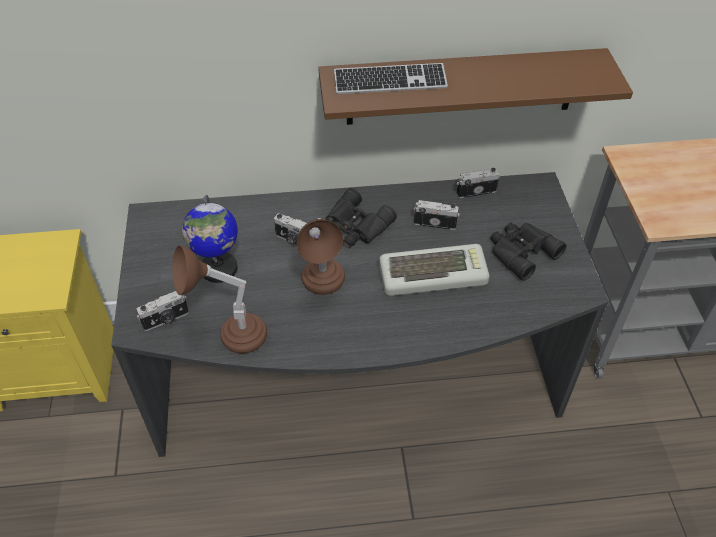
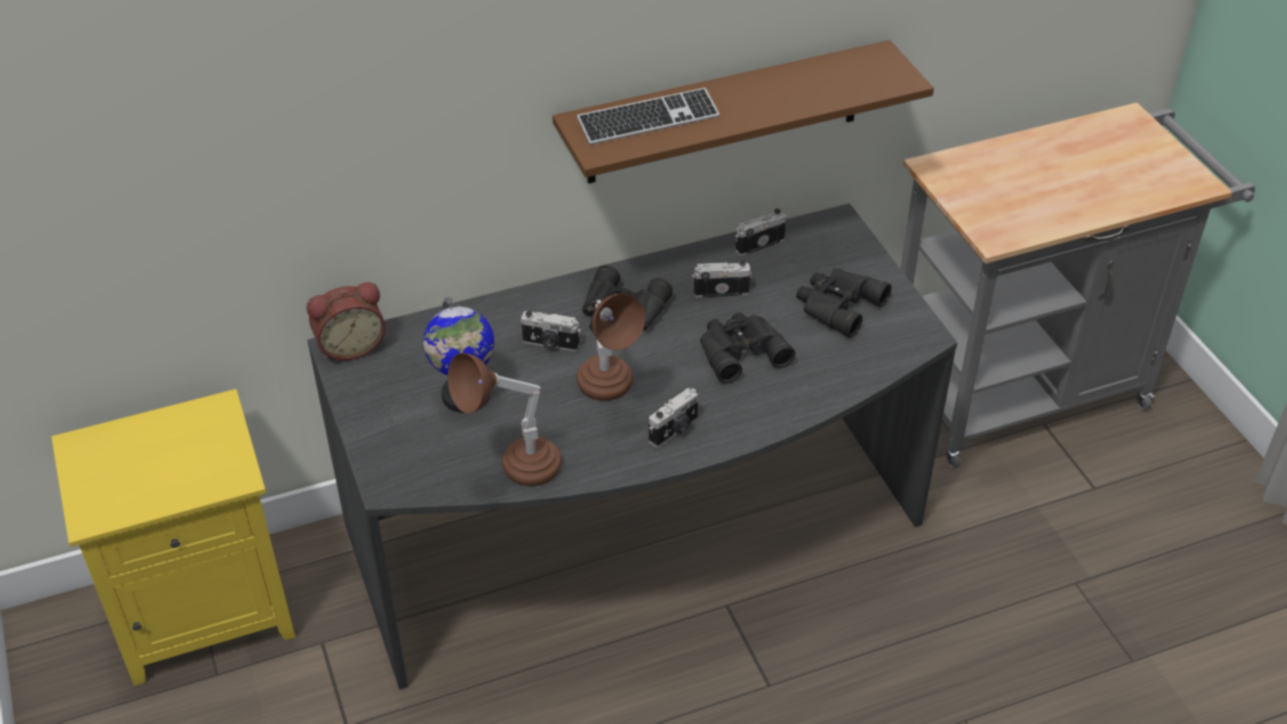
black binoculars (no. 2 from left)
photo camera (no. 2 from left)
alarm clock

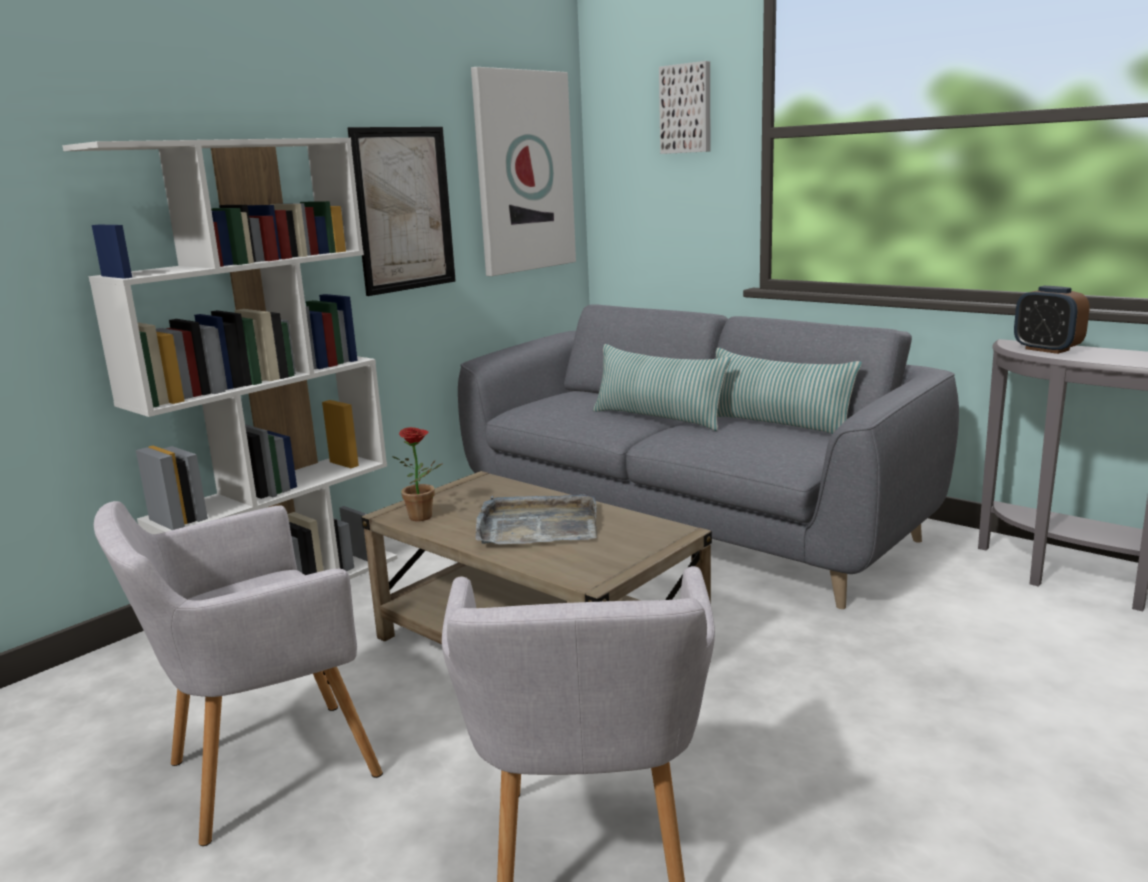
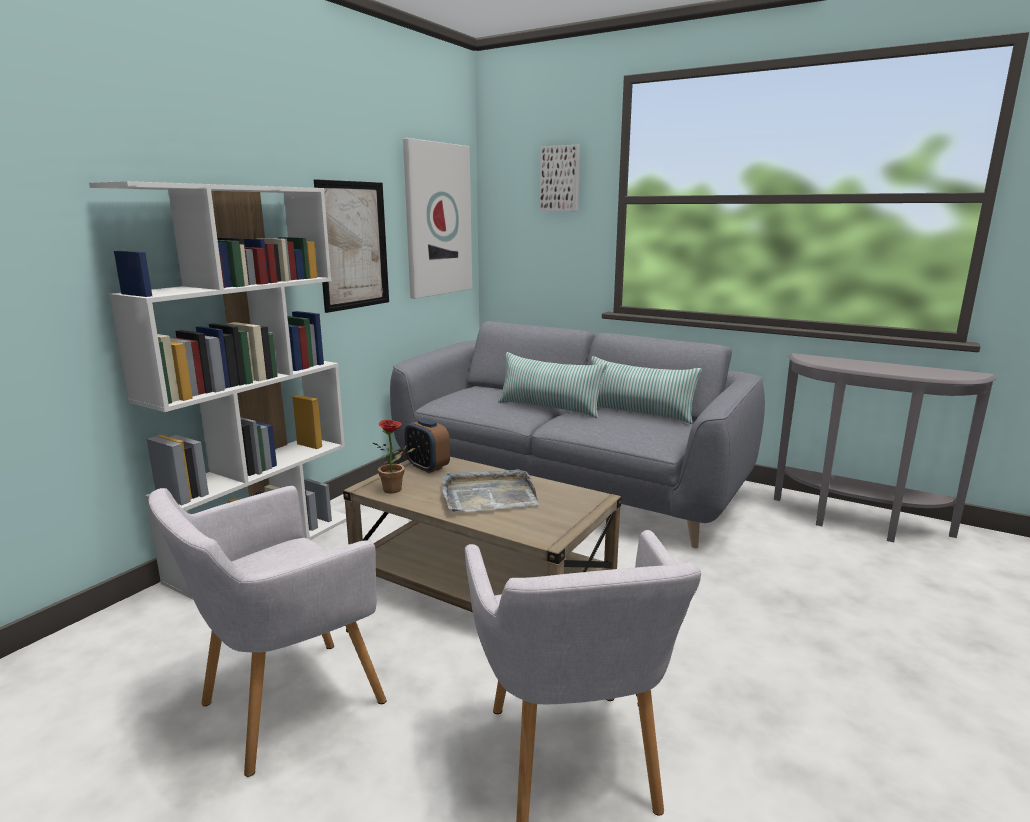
alarm clock

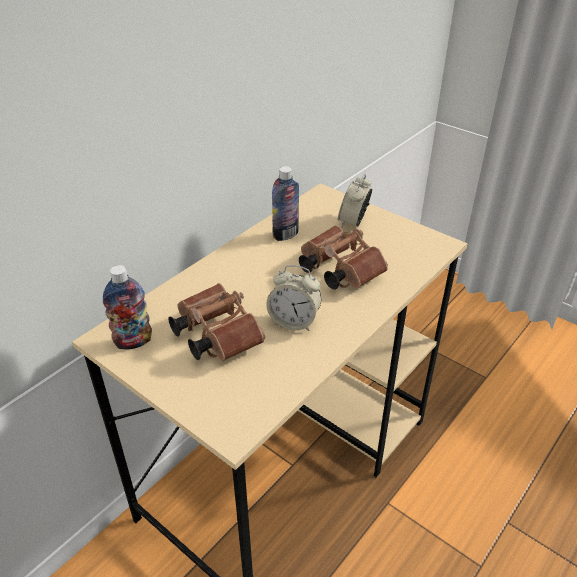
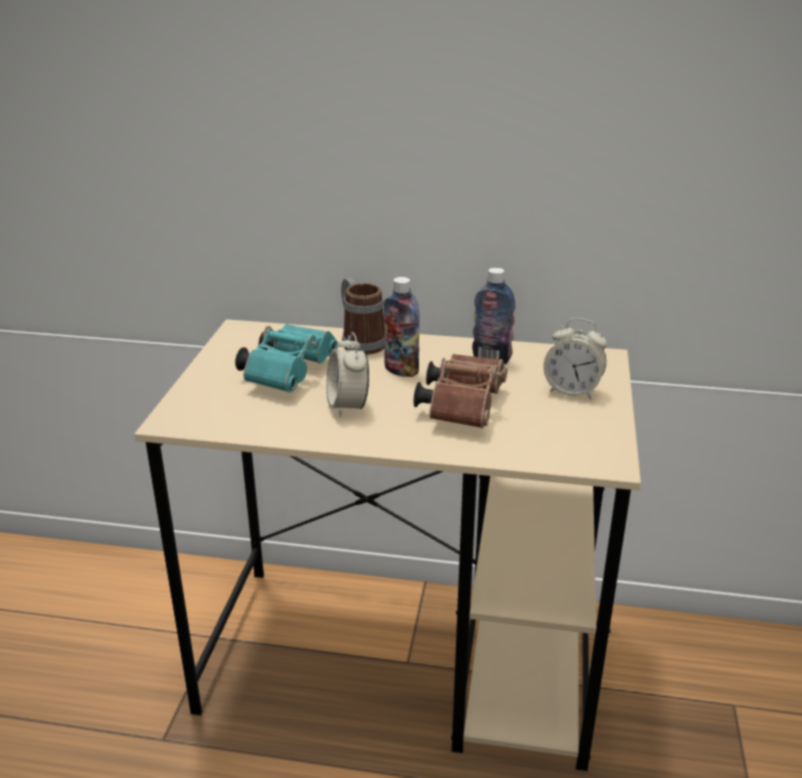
alarm clock (no. 2 from left)
bottle (no. 1 from left)
turquoise binoculars
mug

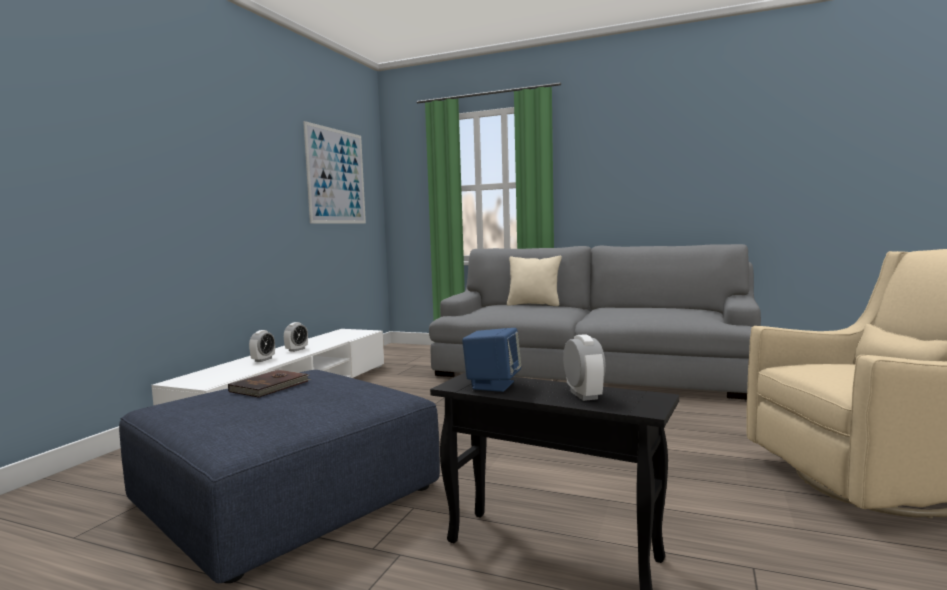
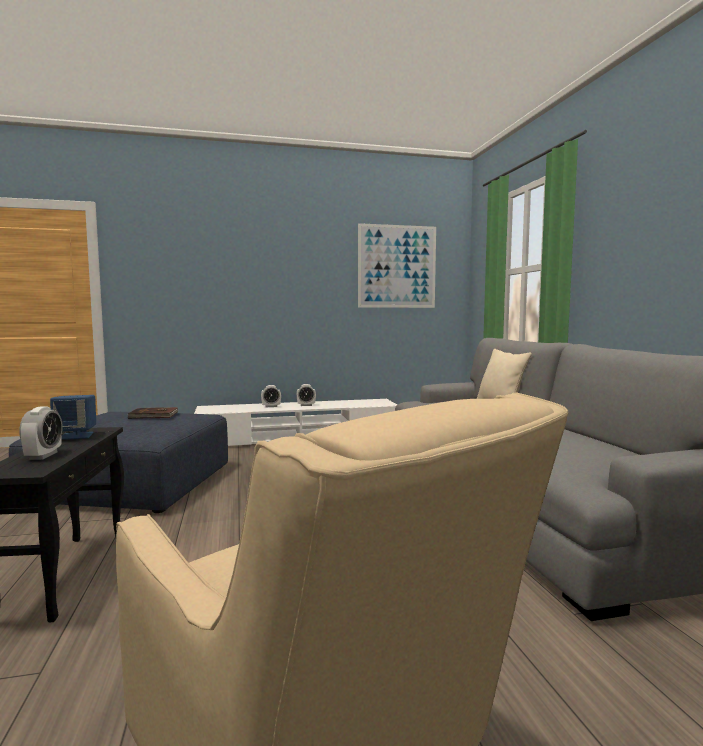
alarm clock (no. 1 from left)

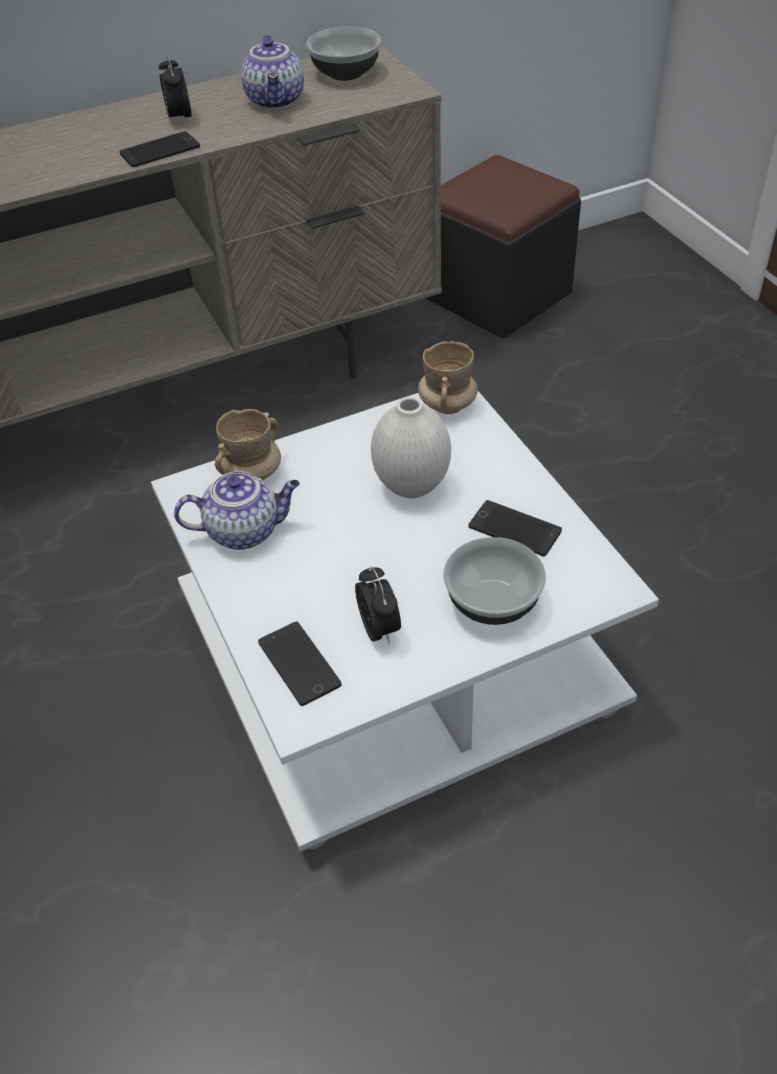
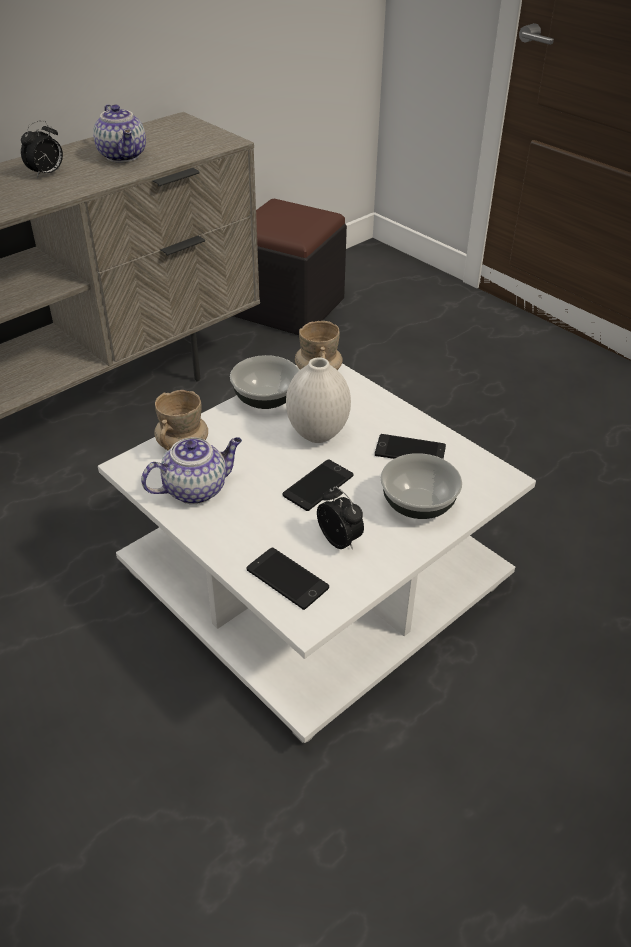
bowl (no. 1 from left)
alarm clock (no. 1 from left)
phone (no. 2 from left)

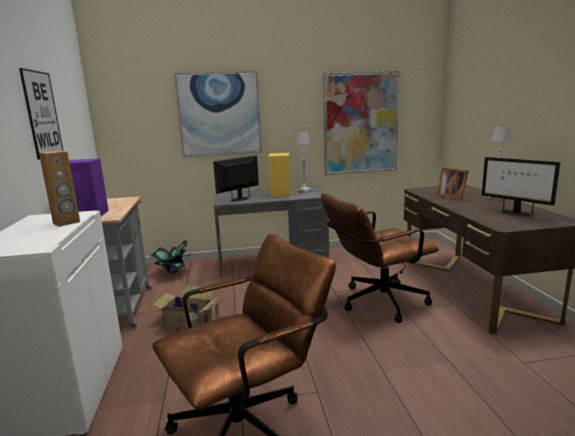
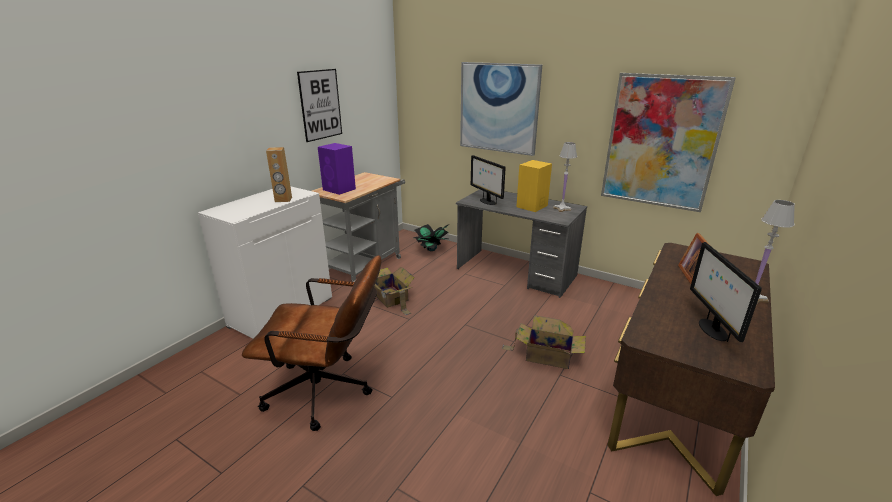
monitor (no. 1 from left)
cardboard box (no. 2 from left)

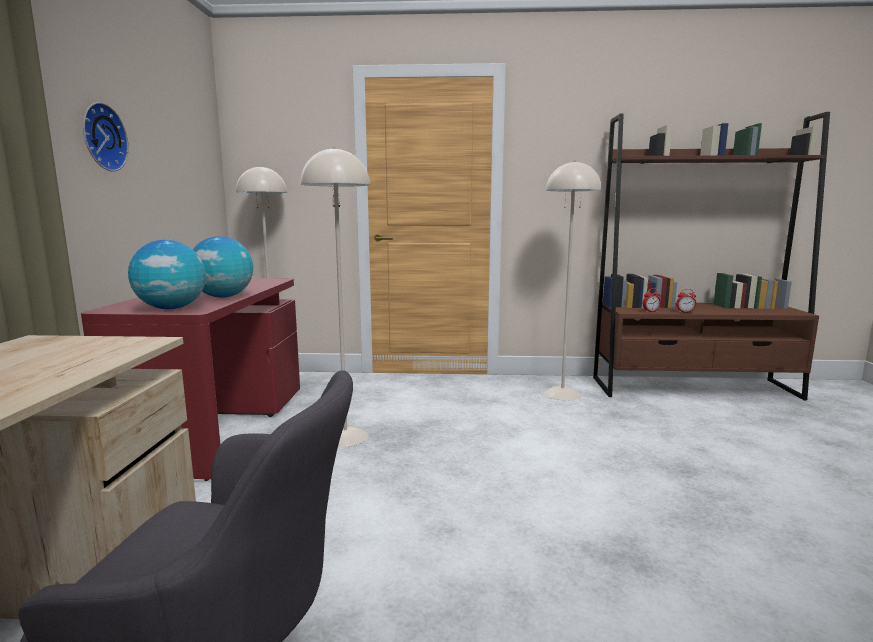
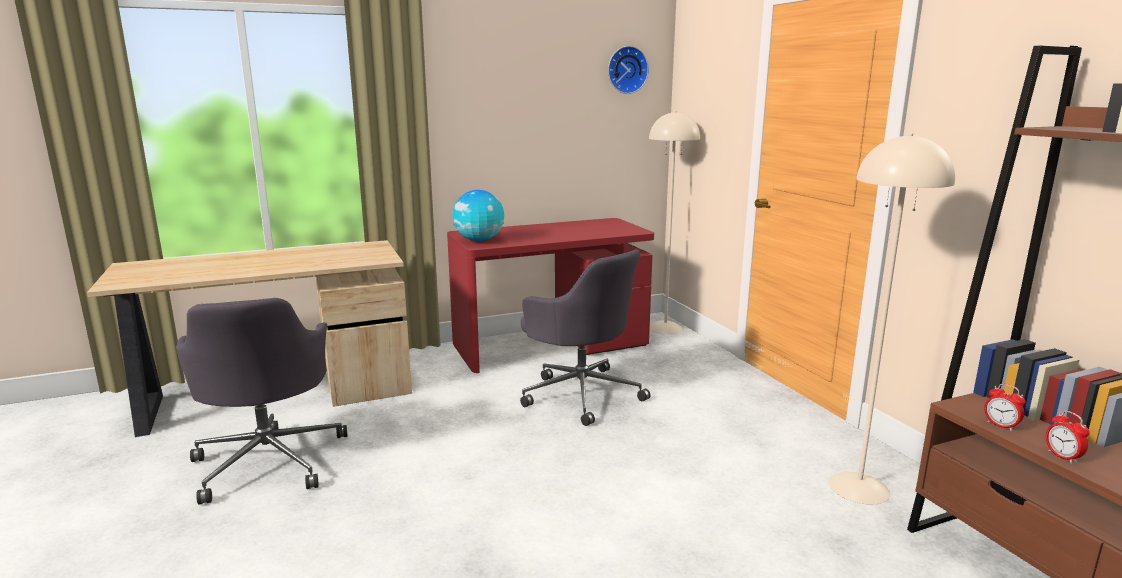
wall clock
grey office chair (no. 2 from left)
globe (no. 2 from left in the first image)

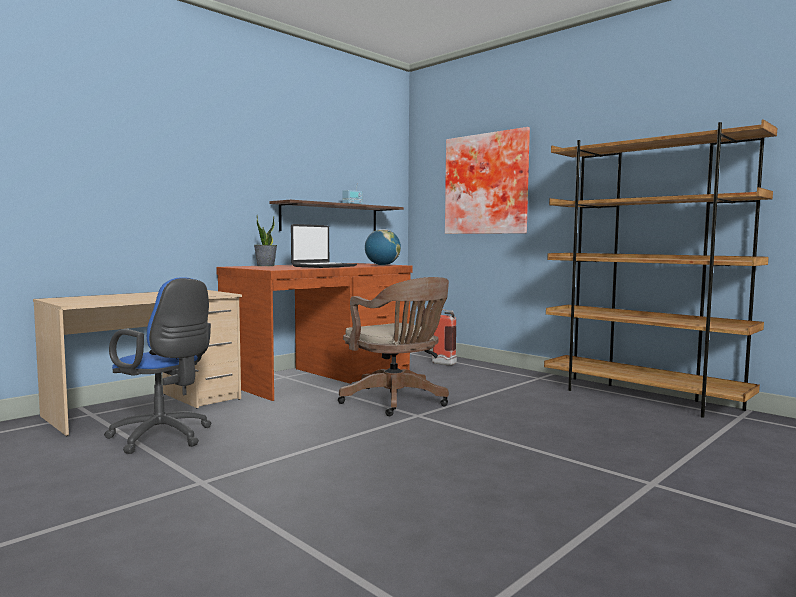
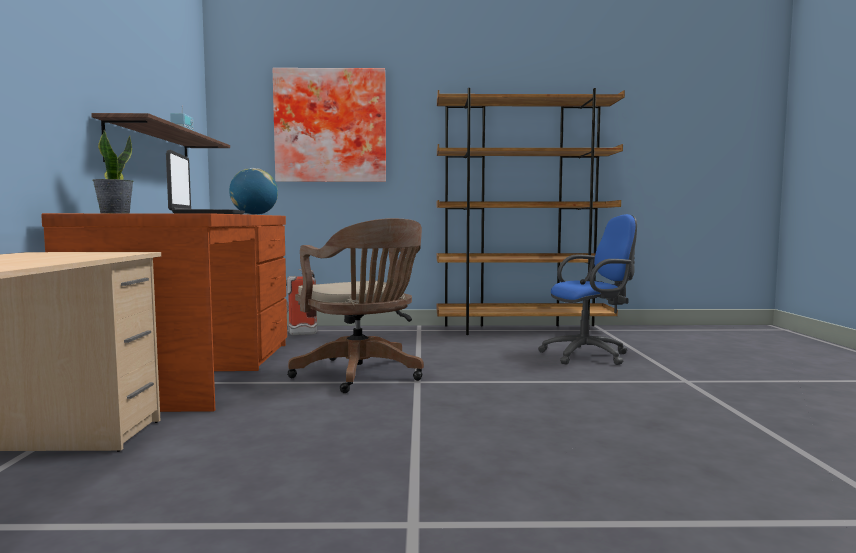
blue office chair
brown office chair

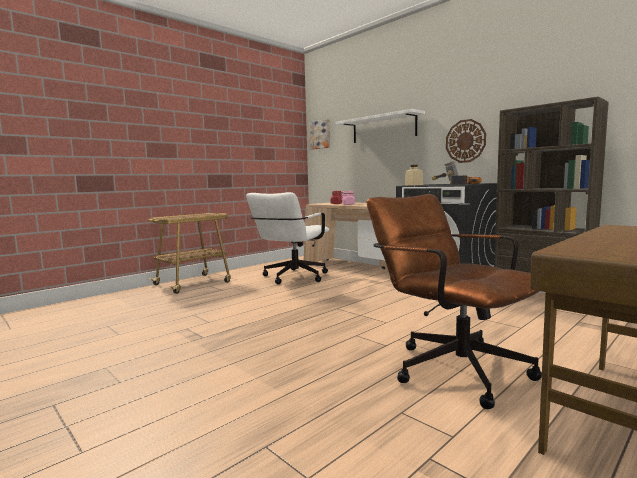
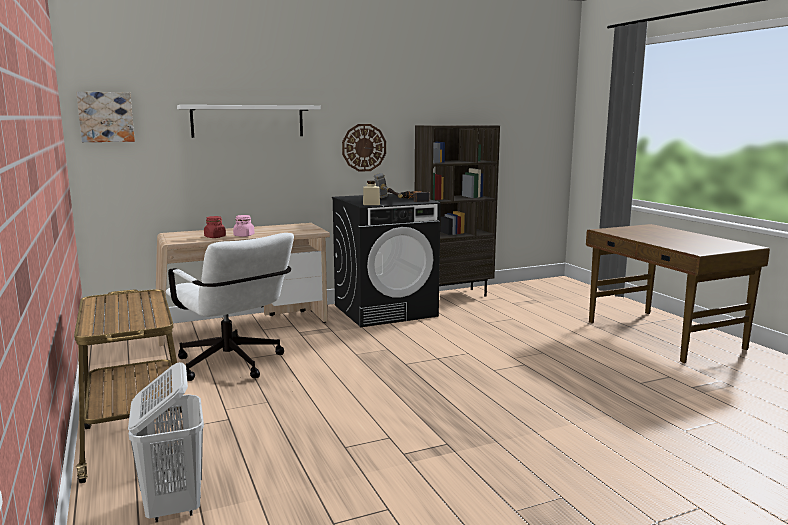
brown office chair
white laundry basket

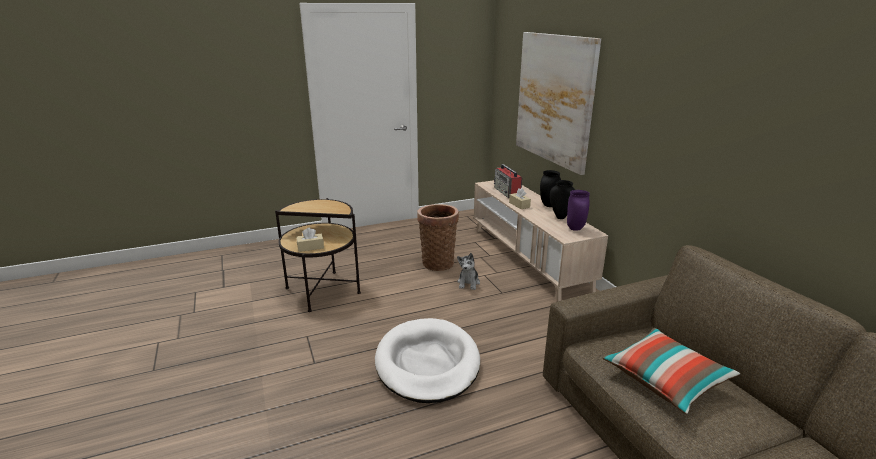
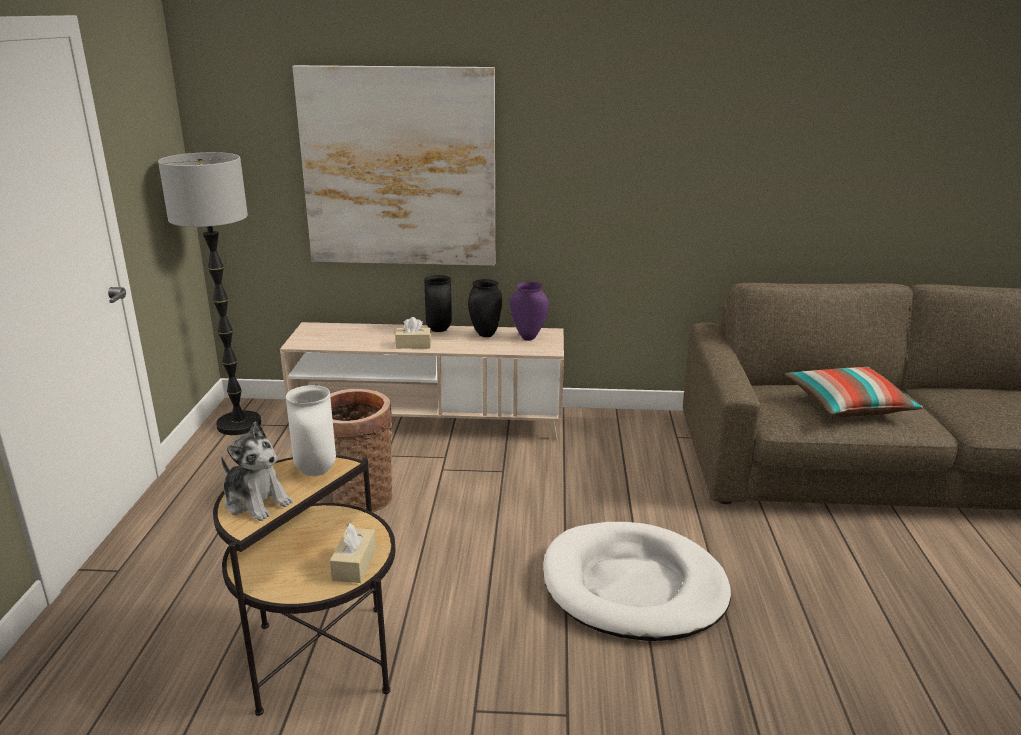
radio
plush toy
floor lamp
white vase

